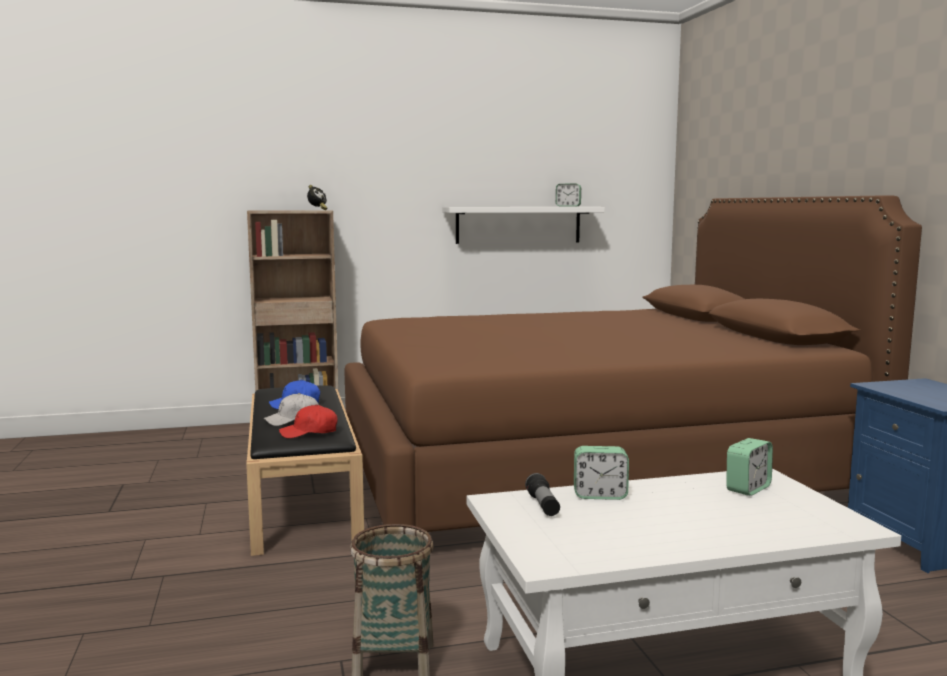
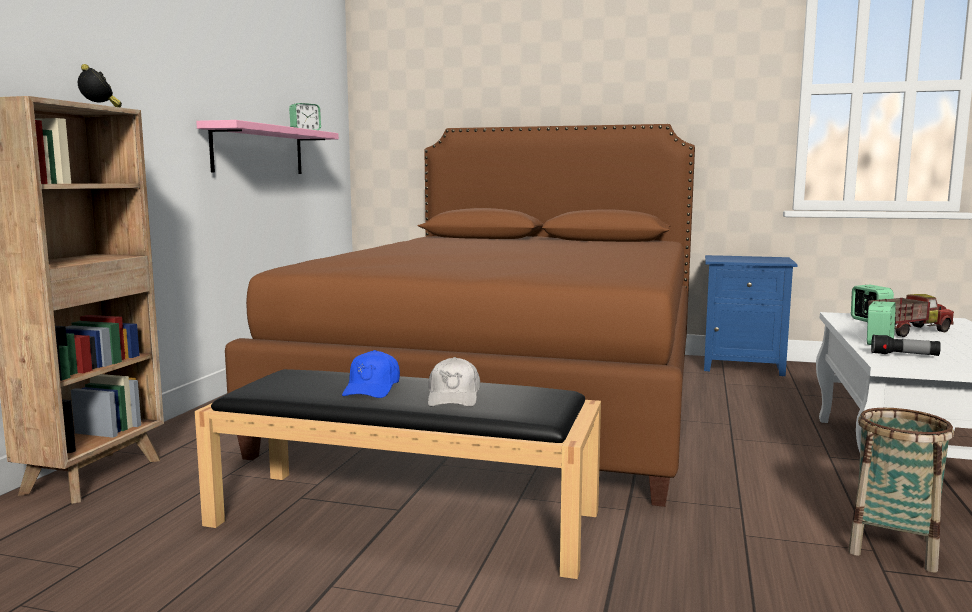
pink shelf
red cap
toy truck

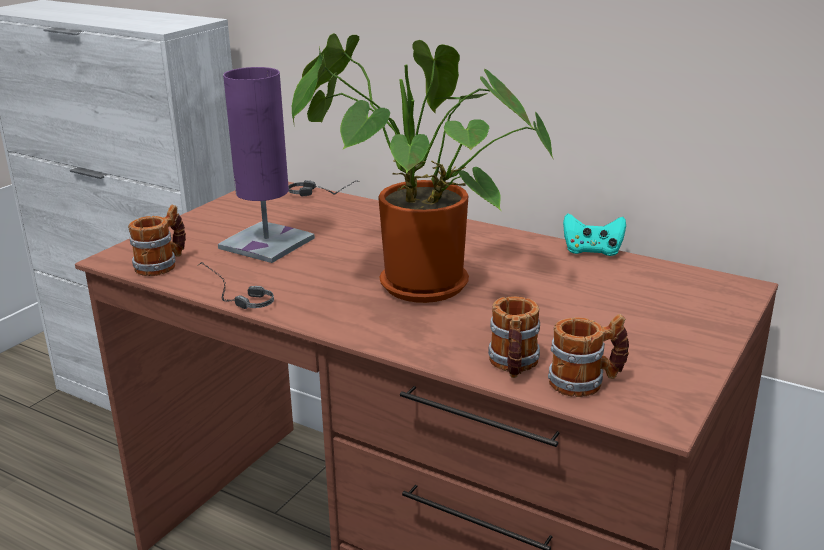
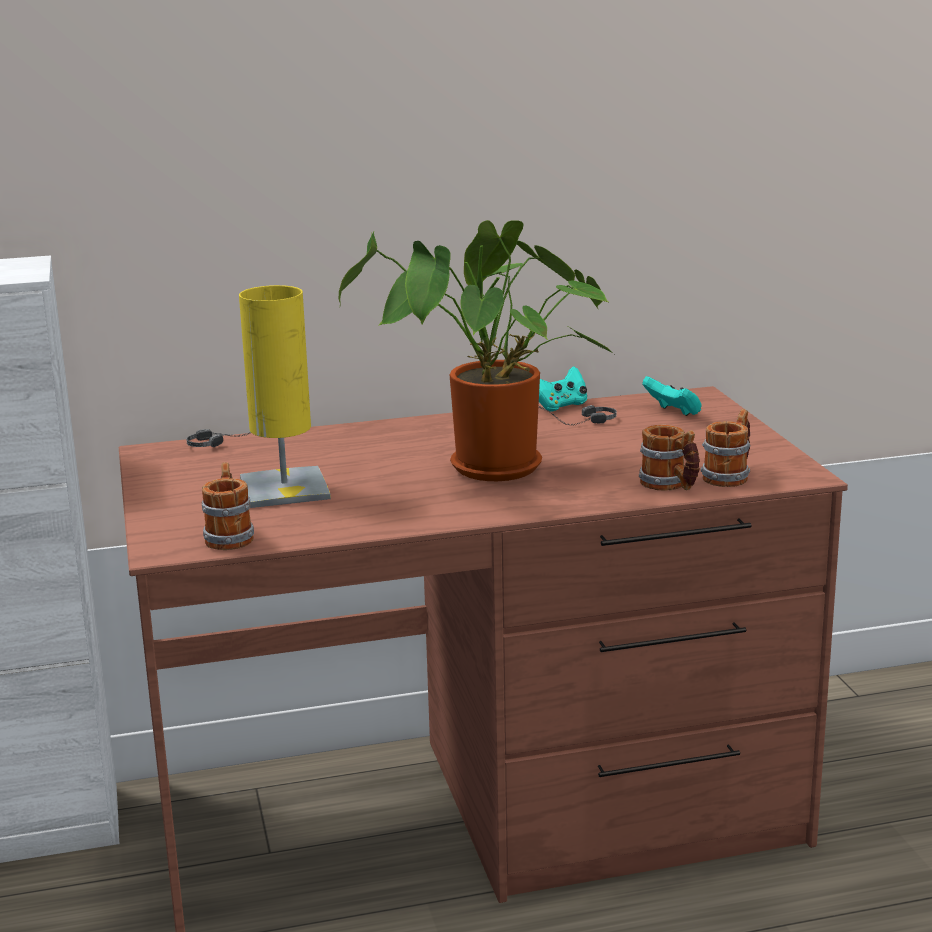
yellow table lamp
headphones (no. 2 from left)
turquoise game controller (no. 2 from left)

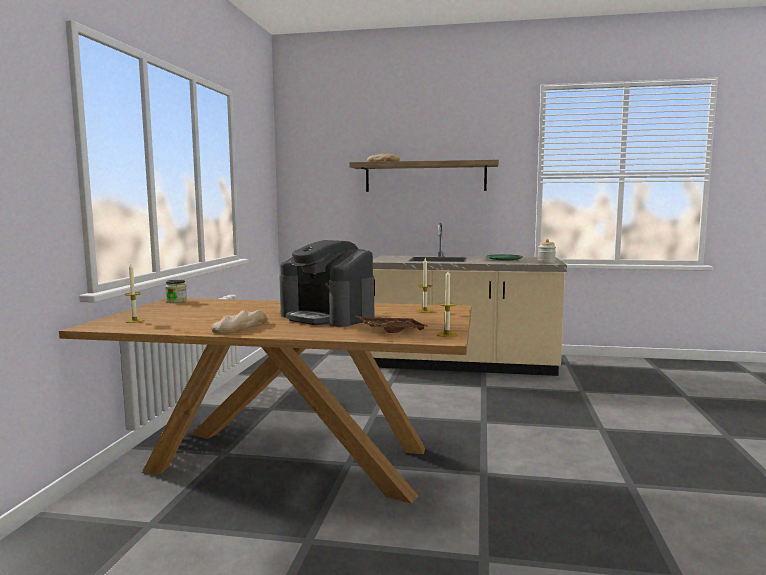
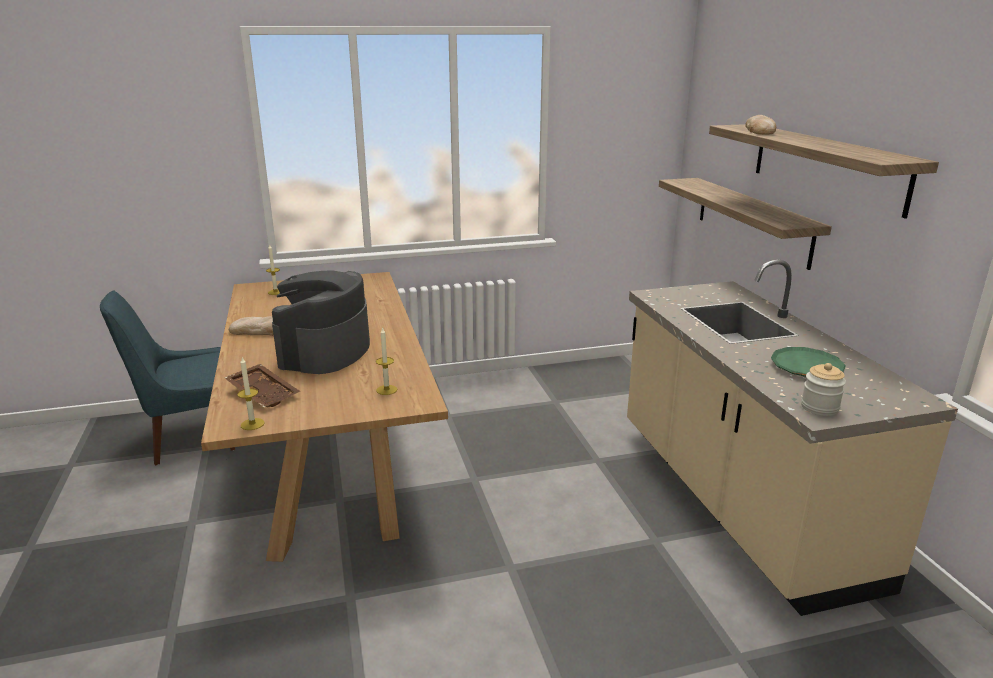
jar (no. 1 from left in the first image)
shelf (no. 1 from left)
blue chair

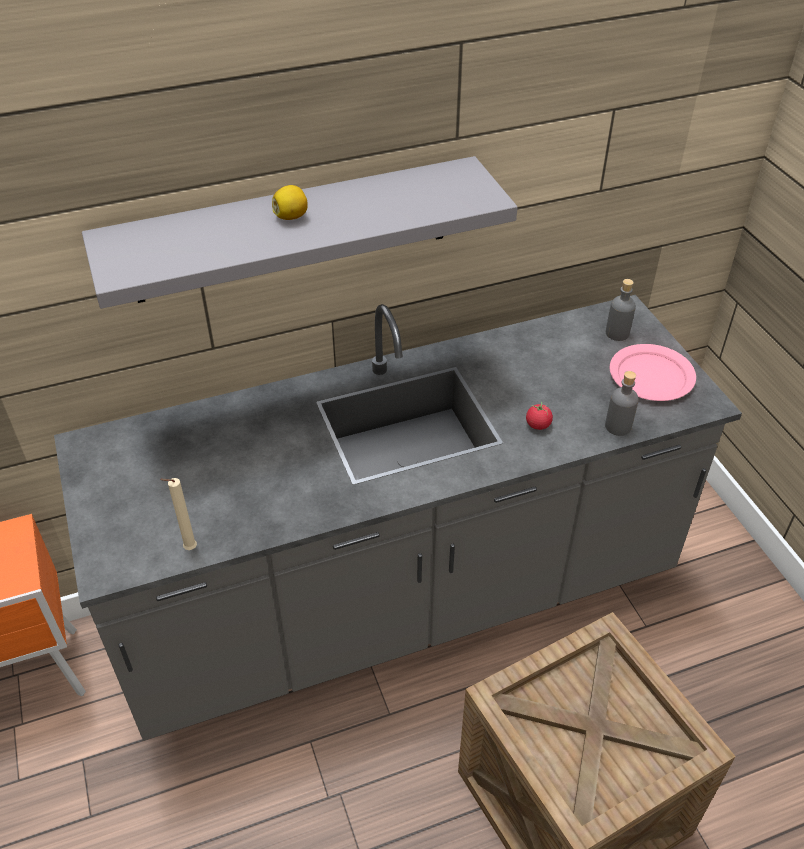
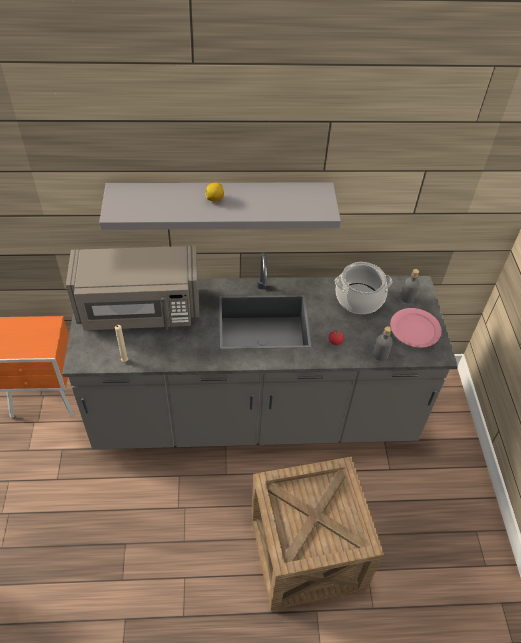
grey microwave
cooking pot

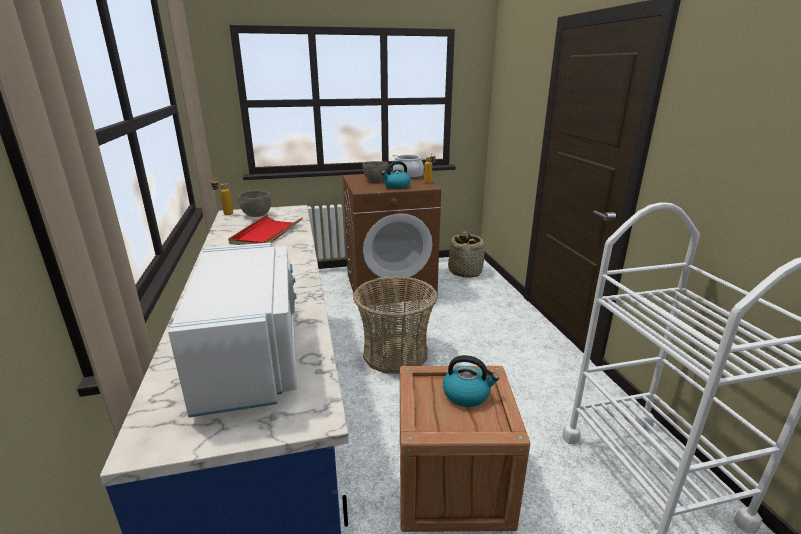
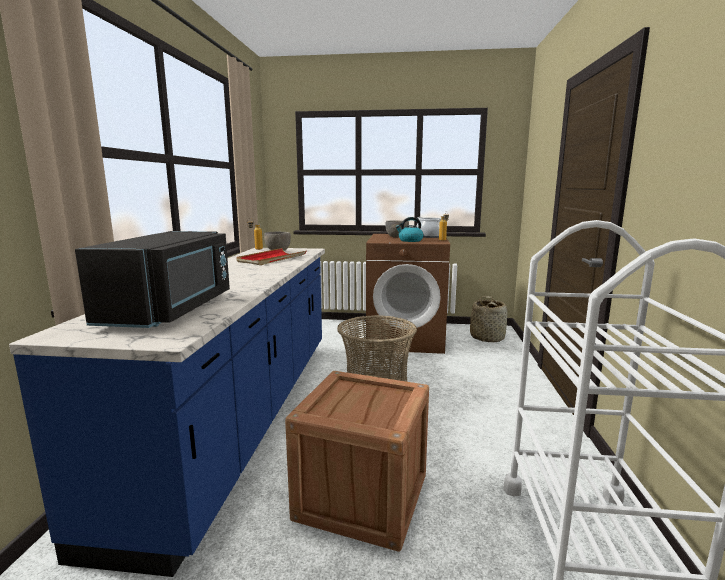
black microwave
kettle (no. 2 from left in the first image)

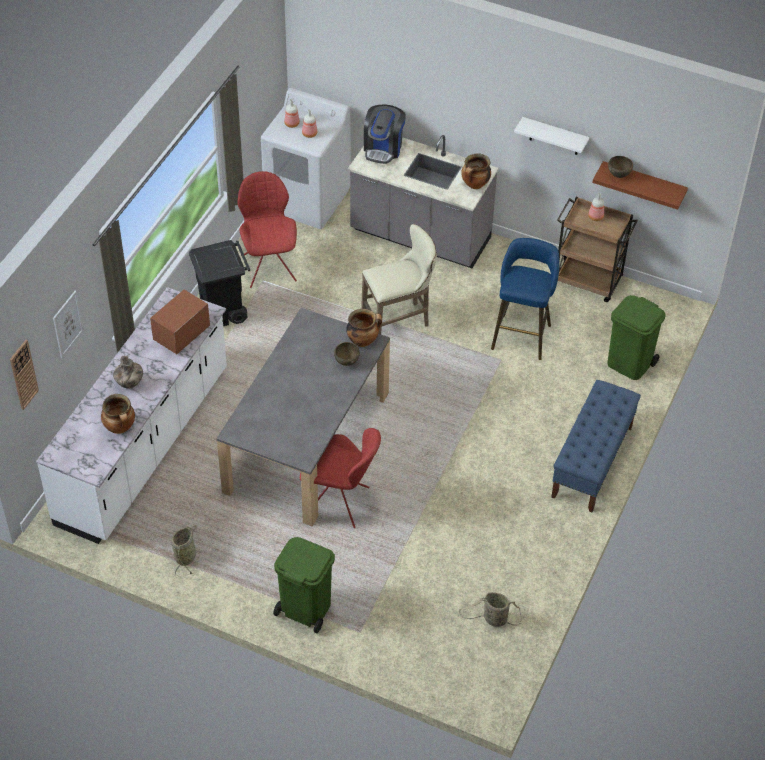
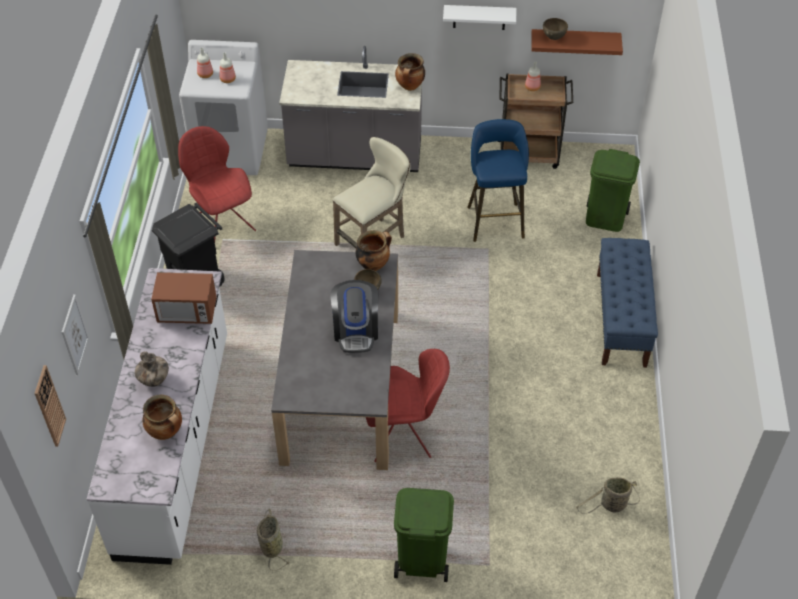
coffee machine
microwave

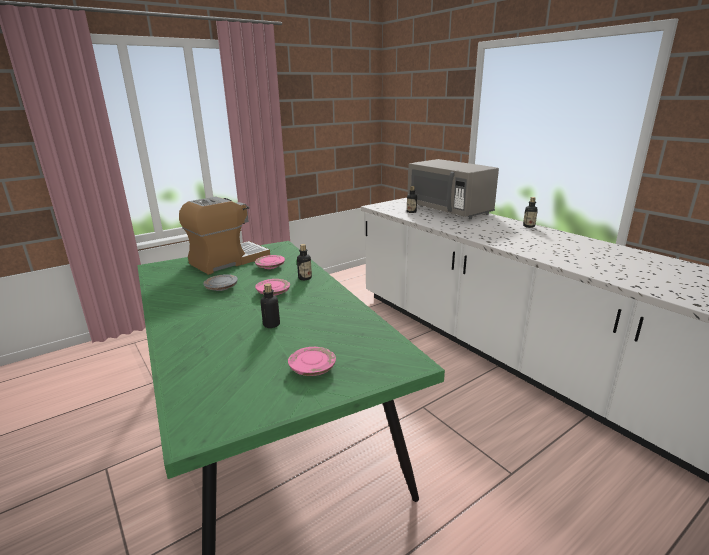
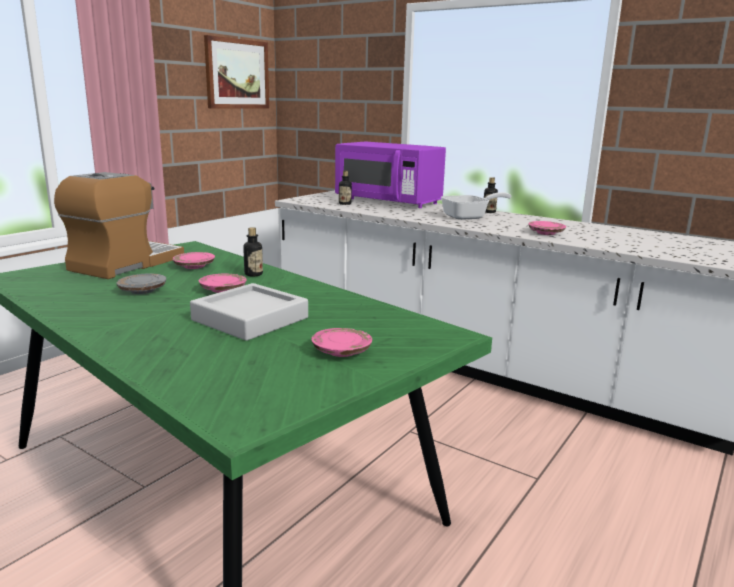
purple microwave
grey tray
picture
frying pan
pink plate (no. 4 from left)

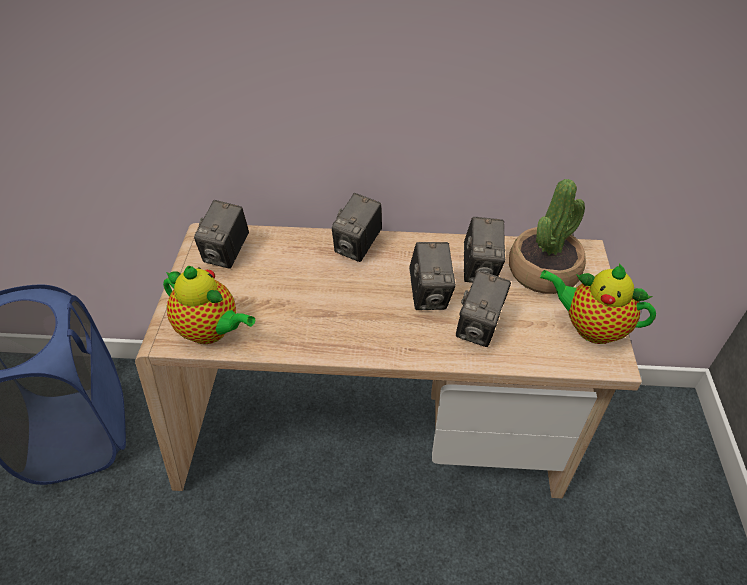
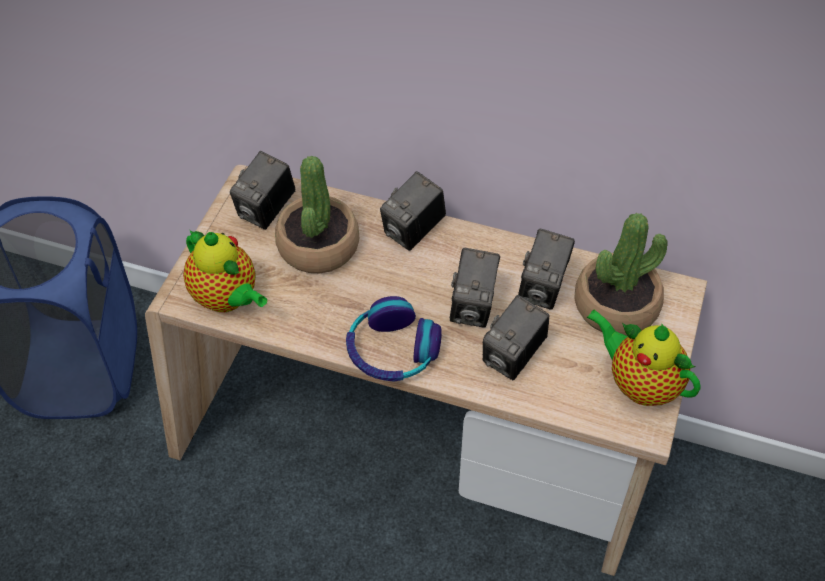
potted plant (no. 1 from left)
headphones

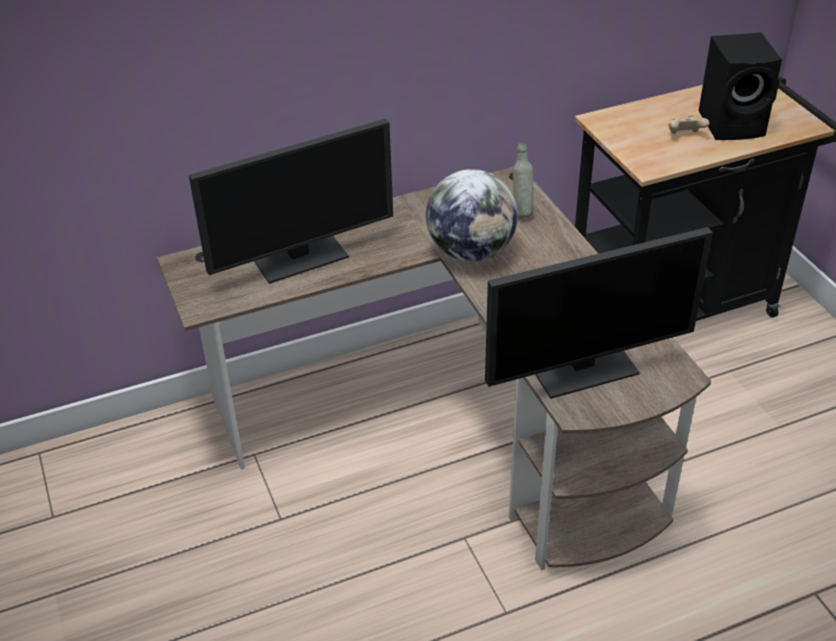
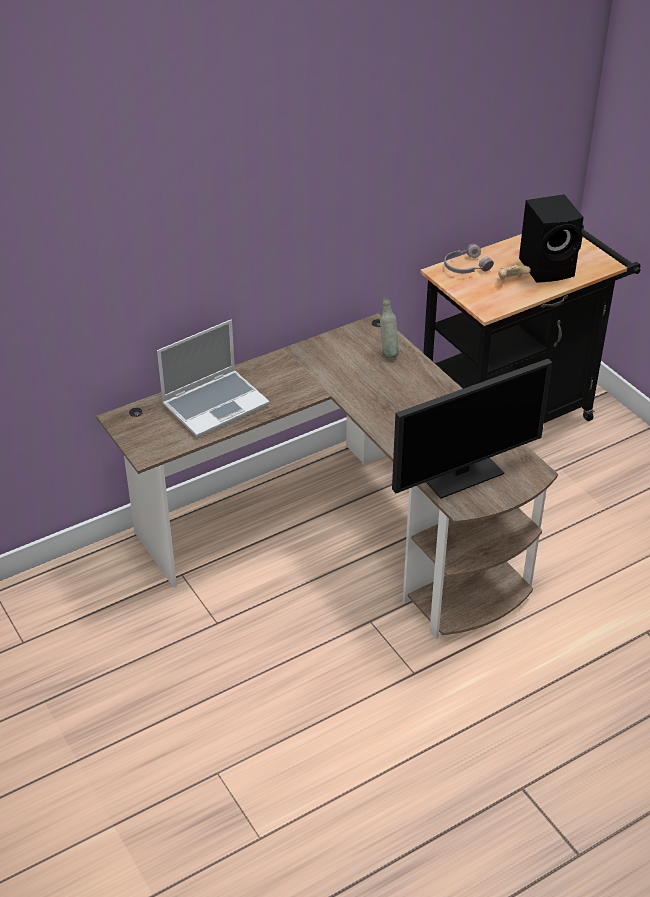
laptop
globe
grey headphones

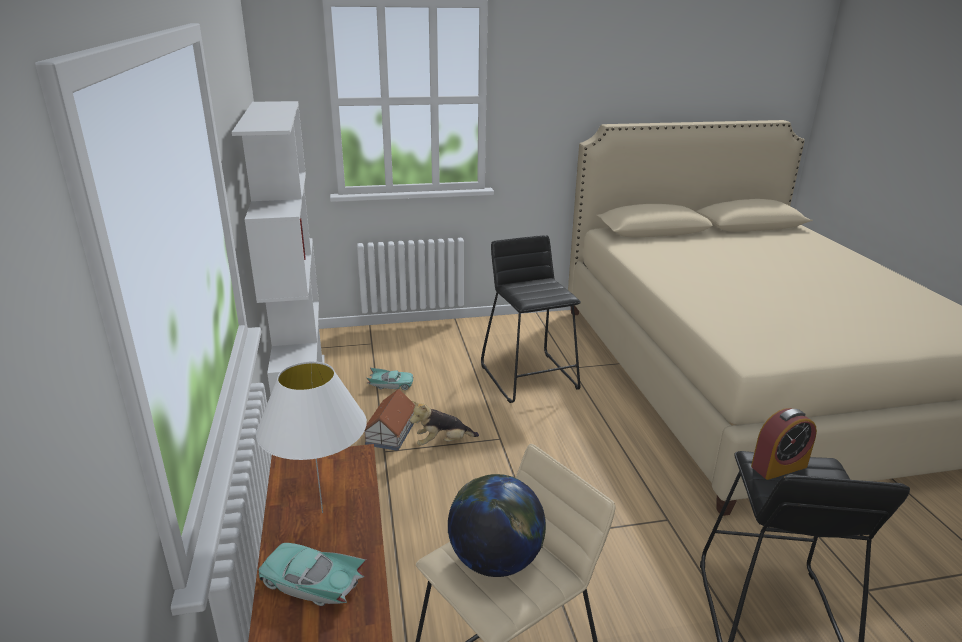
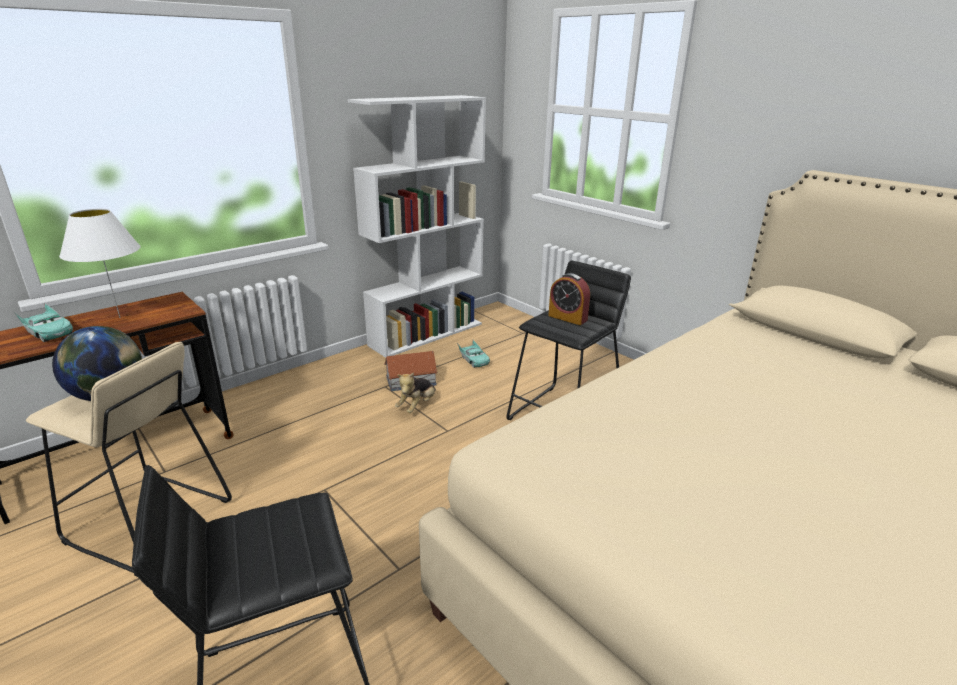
plush toy
alarm clock
turquoise toy car (no. 1 from left)

